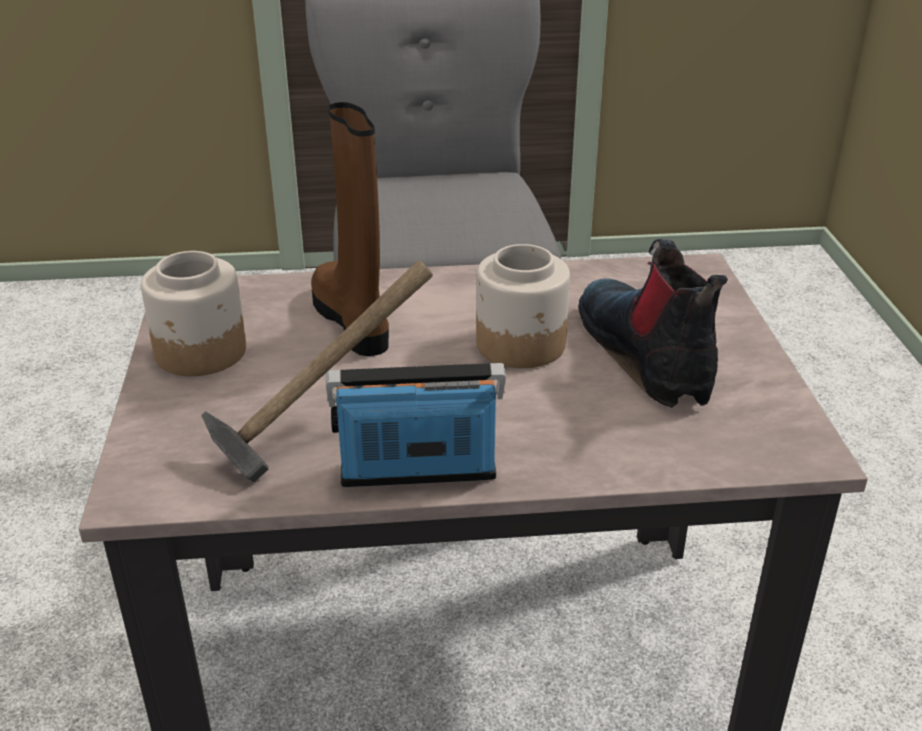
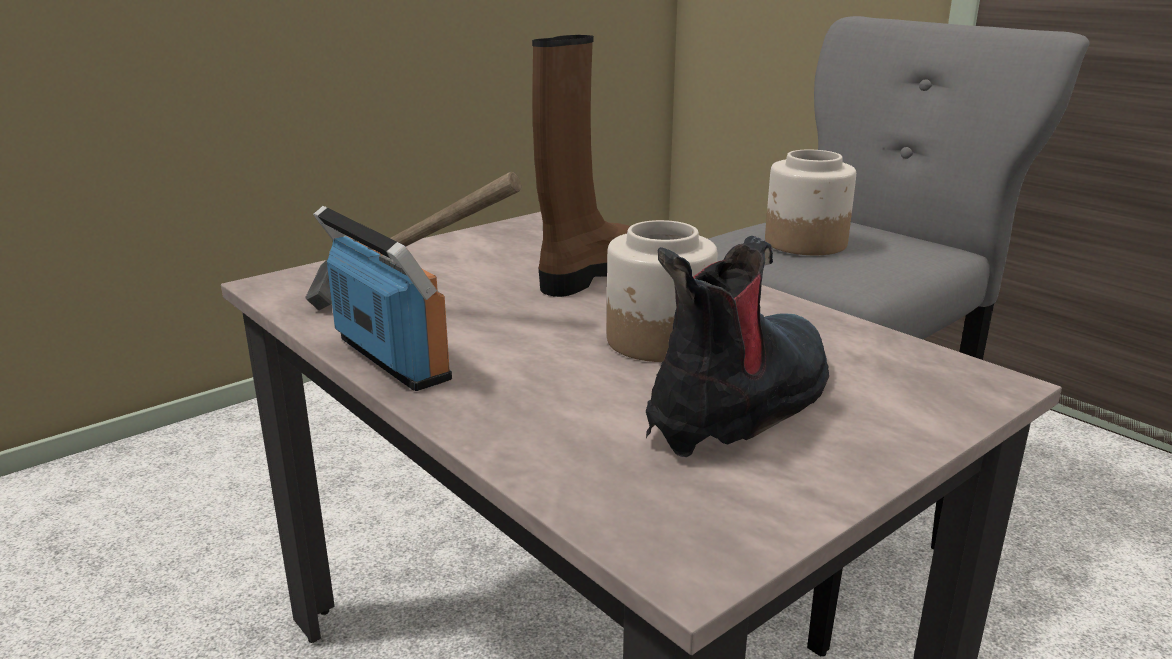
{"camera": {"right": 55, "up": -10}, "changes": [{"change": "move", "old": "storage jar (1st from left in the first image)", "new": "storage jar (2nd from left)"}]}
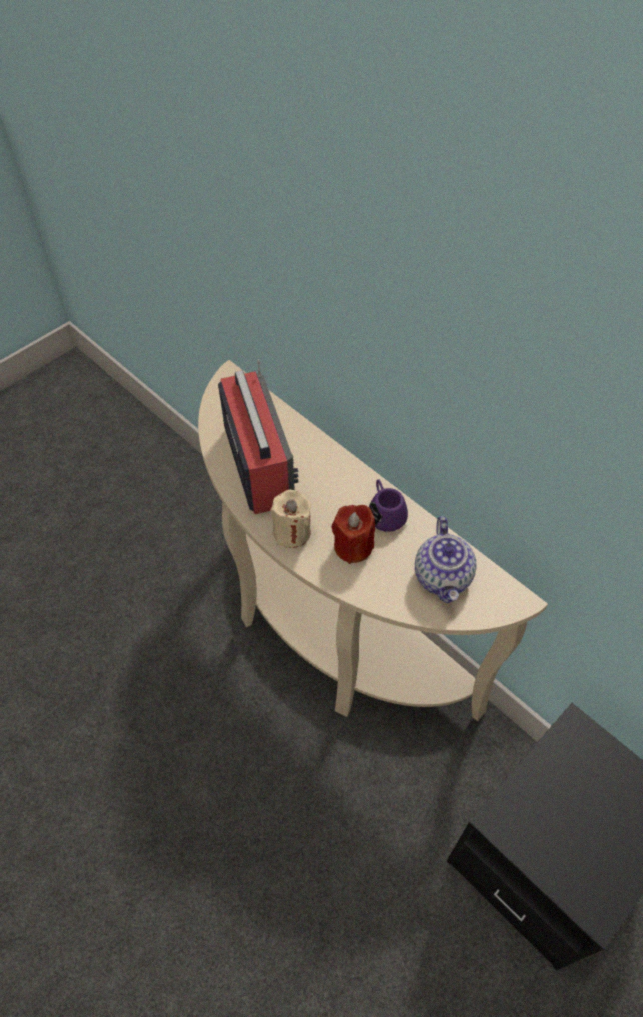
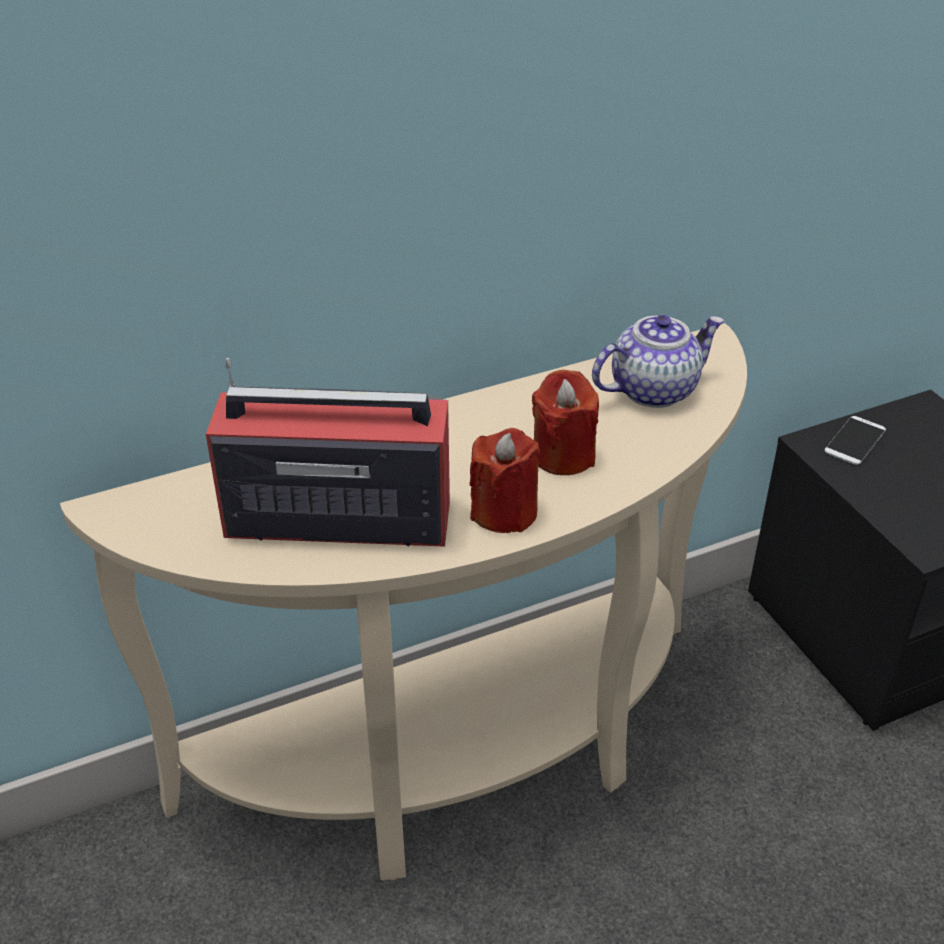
{"camera": {"right": -70, "up": -15}, "changes": [{"change": "delete", "old": "purple mug"}, {"change": "recolor", "old": "beige-coloured wax candle", "new": "red-coloured wax candle (1st from left)"}, {"change": "rotate", "old": "teapot", "degrees": -45}, {"change": "insert", "new": "handset"}]}
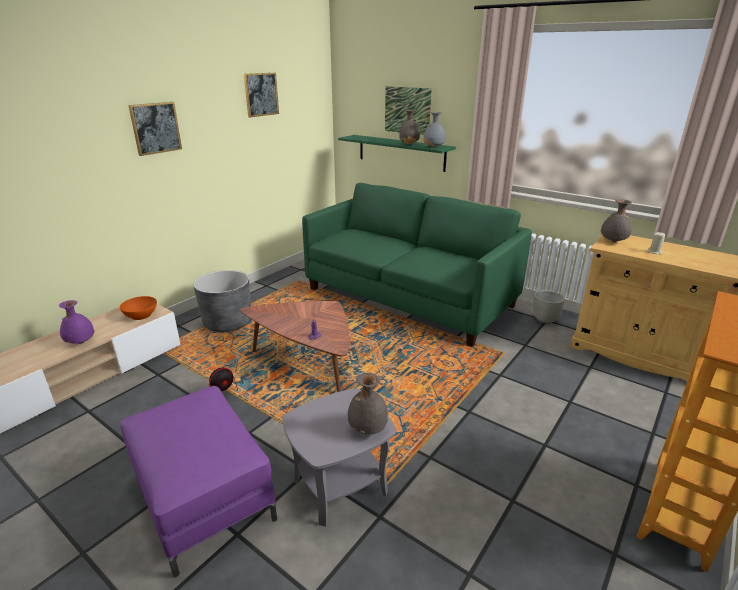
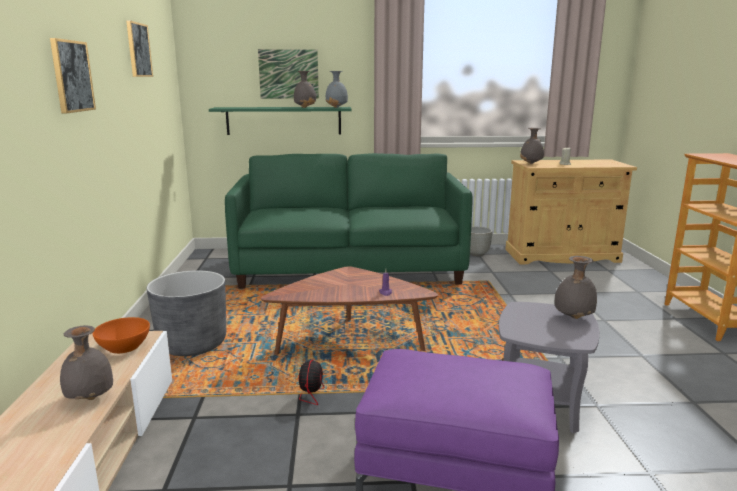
{"camera": {"right": -40, "up": -10}, "changes": [{"change": "recolor", "old": "purple decorative vase", "new": "grey decorative vase (1st from left)"}]}
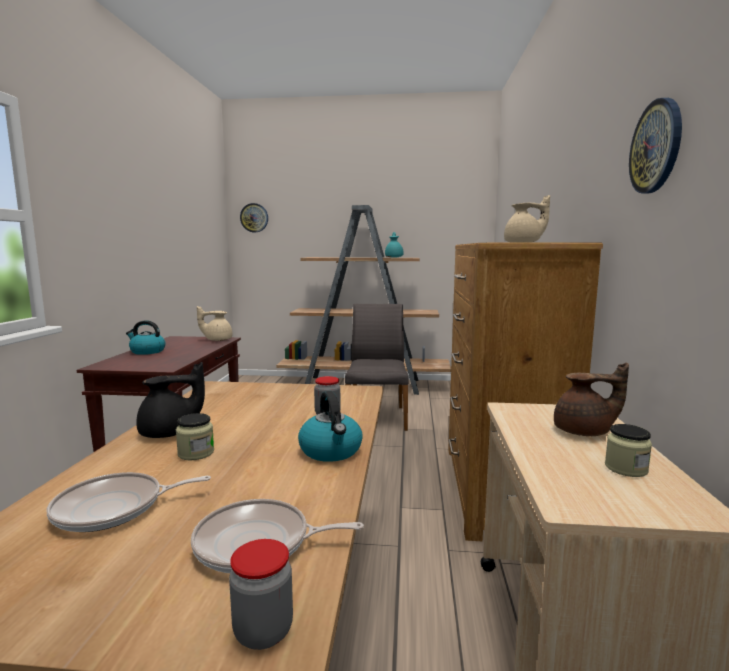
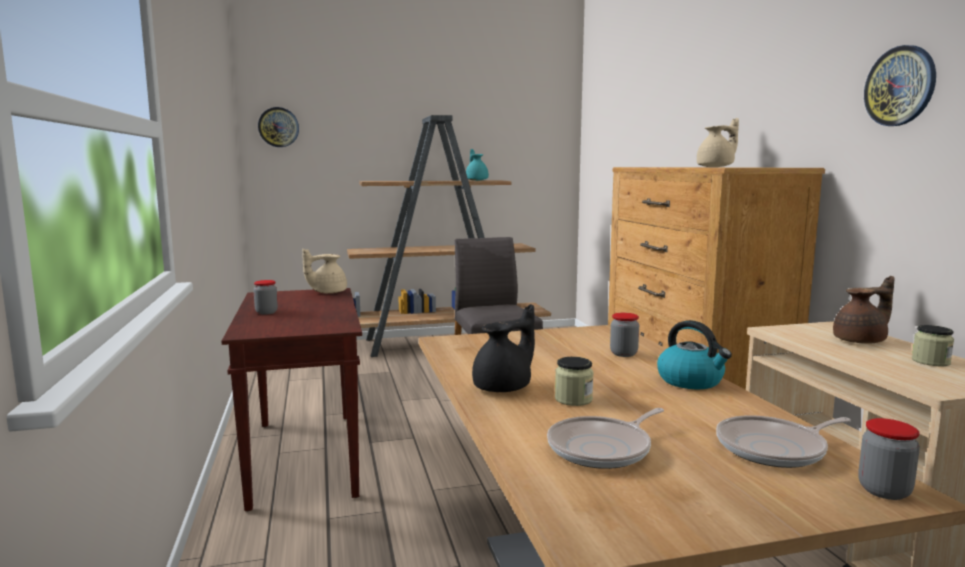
{"camera": {"right": -20, "up": 0}, "changes": [{"change": "replace", "old": "kettle (1st from left)", "new": "storage jar (1st from left)"}]}
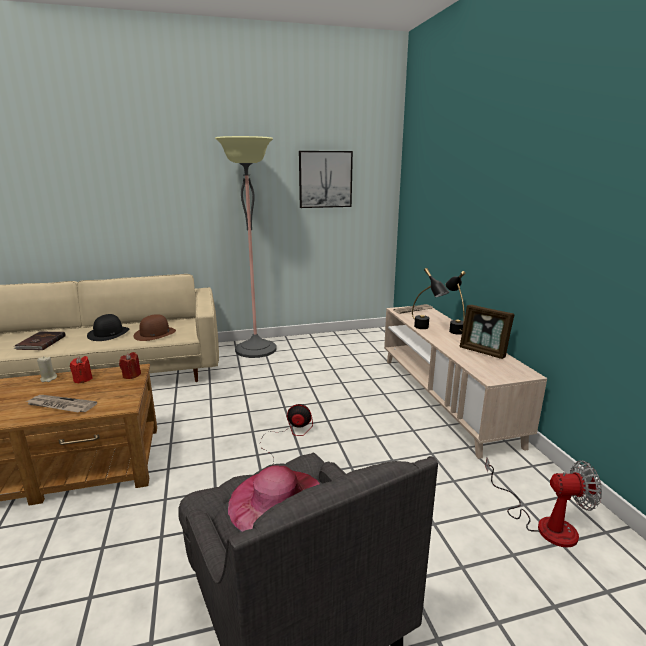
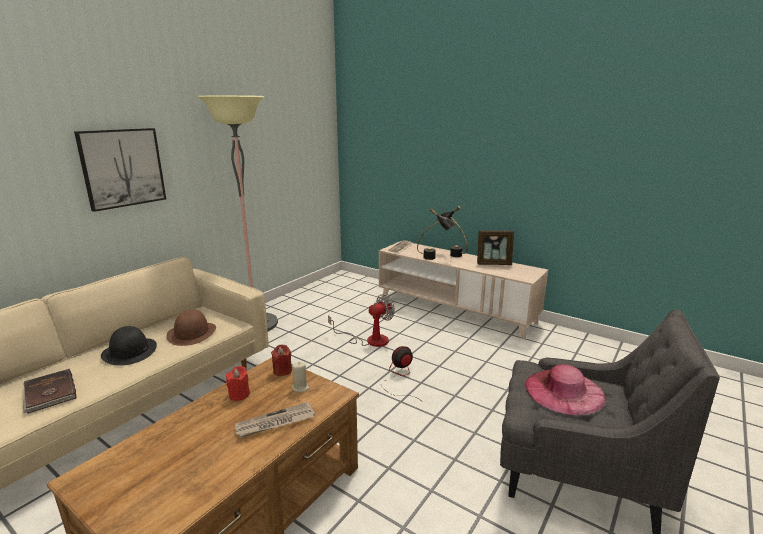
{"camera": {"right": -40, "up": 0}, "changes": [{"change": "move", "old": "picture"}, {"change": "move", "old": "beige-coloured wax candle"}, {"change": "move", "old": "electric fan (2nd from left in the first image)", "new": "electric fan (1st from left)"}]}
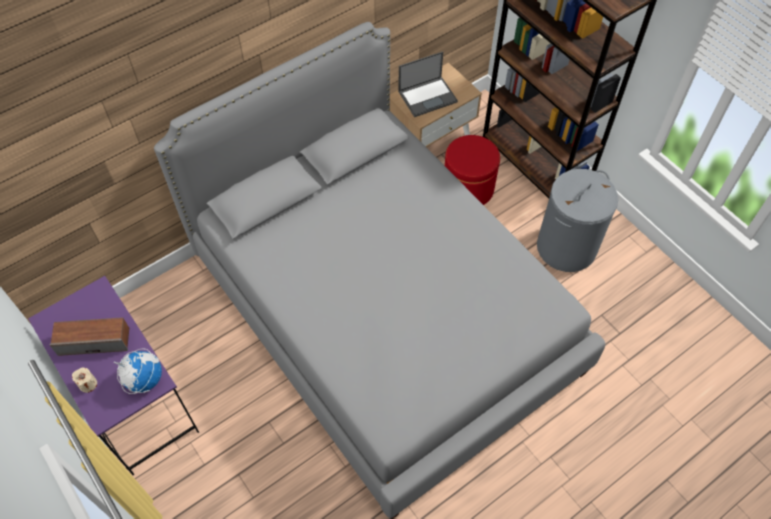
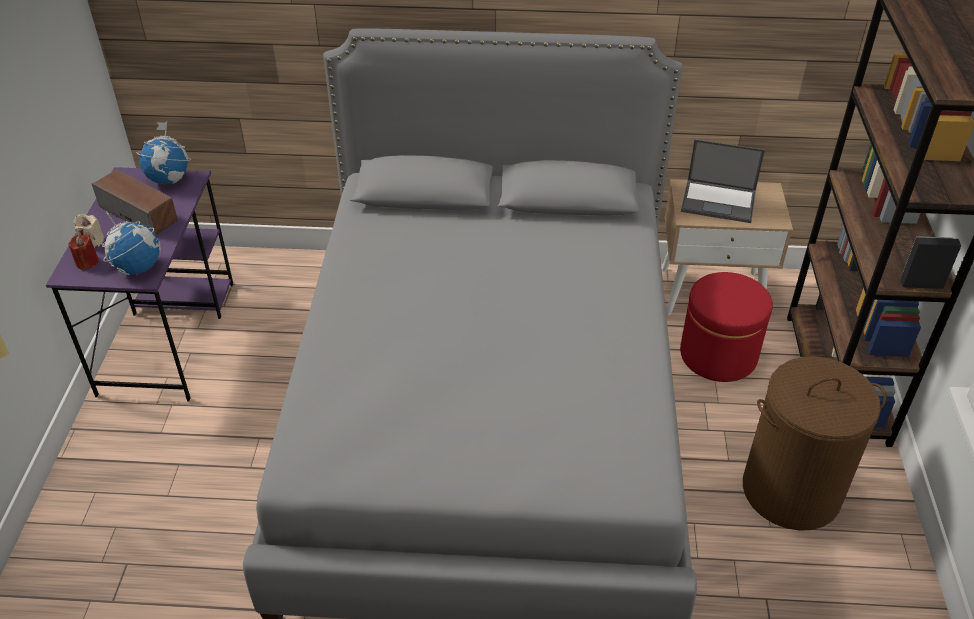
{"camera": {"right": 40, "up": -15}, "changes": [{"change": "recolor", "old": "grey laundry basket", "new": "brown laundry basket"}, {"change": "insert", "new": "globe (2nd from left)"}, {"change": "insert", "new": "red-coloured wax candle"}]}
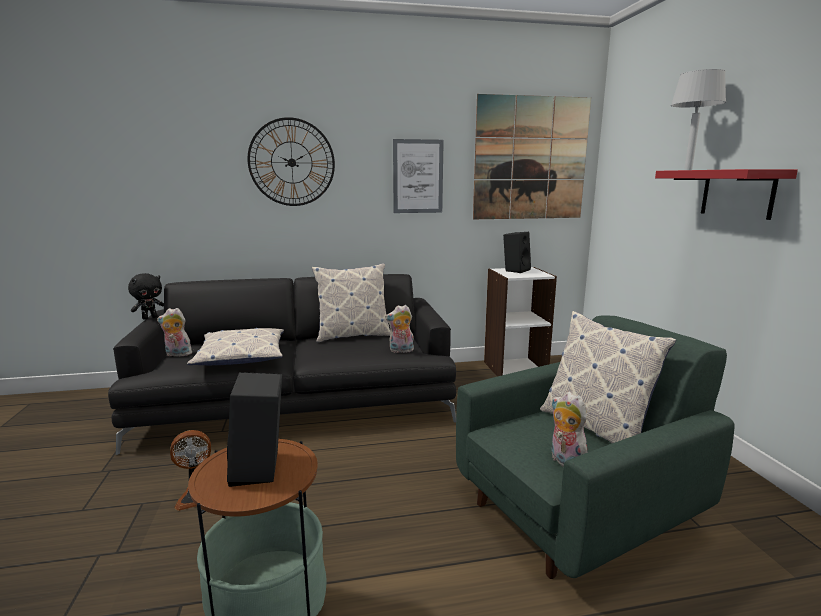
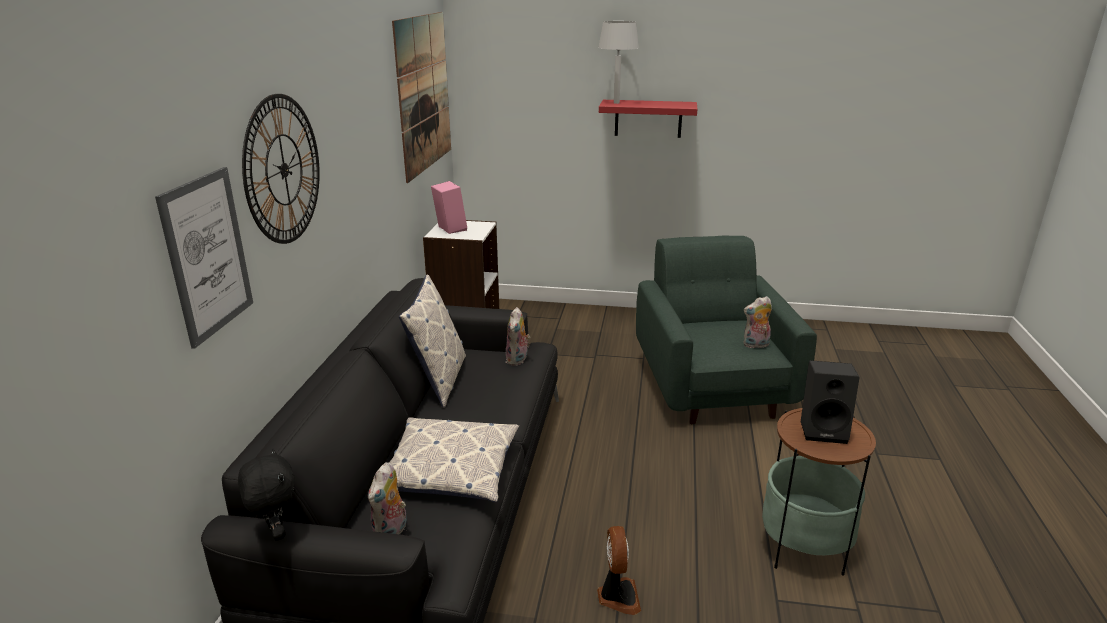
{"camera": {"right": -70, "up": 10}, "changes": [{"change": "move", "old": "picture (1st from left)"}, {"change": "recolor", "old": "black-coloured speaker (2nd from left)", "new": "pink speaker"}, {"change": "delete", "old": "throw pillow (3rd from left)"}]}
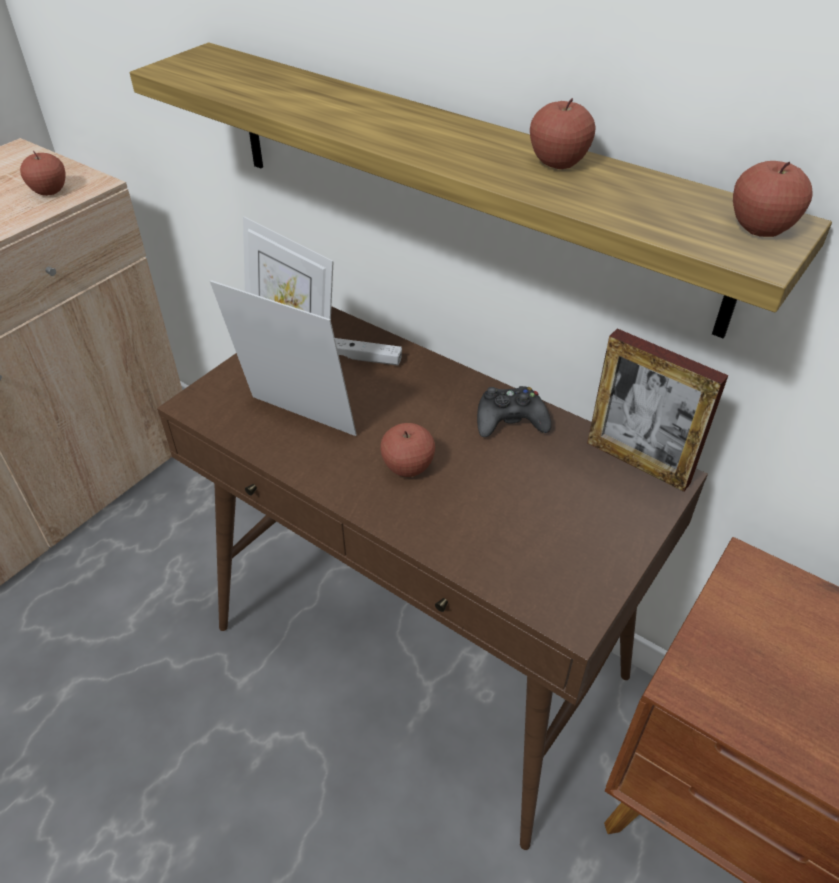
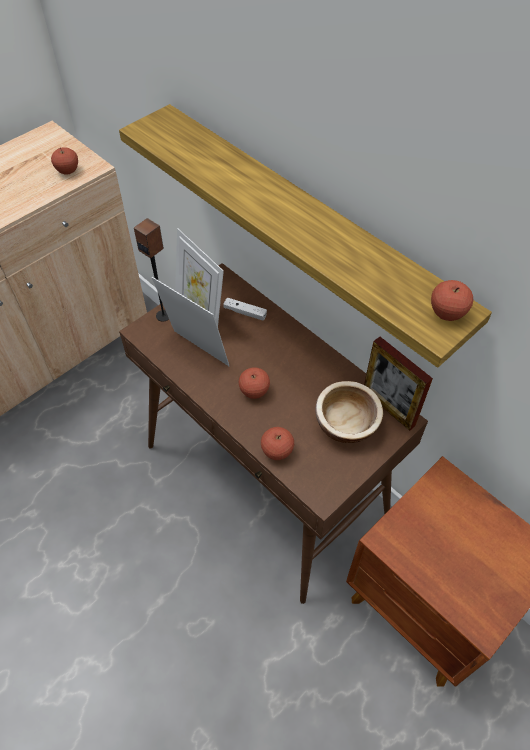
{"camera": {"right": 10, "up": 10}, "changes": [{"change": "move", "old": "apple fruit (3rd from left)"}, {"change": "delete", "old": "black-coloured joypad"}, {"change": "insert", "new": "speaker"}, {"change": "insert", "new": "bowl"}]}
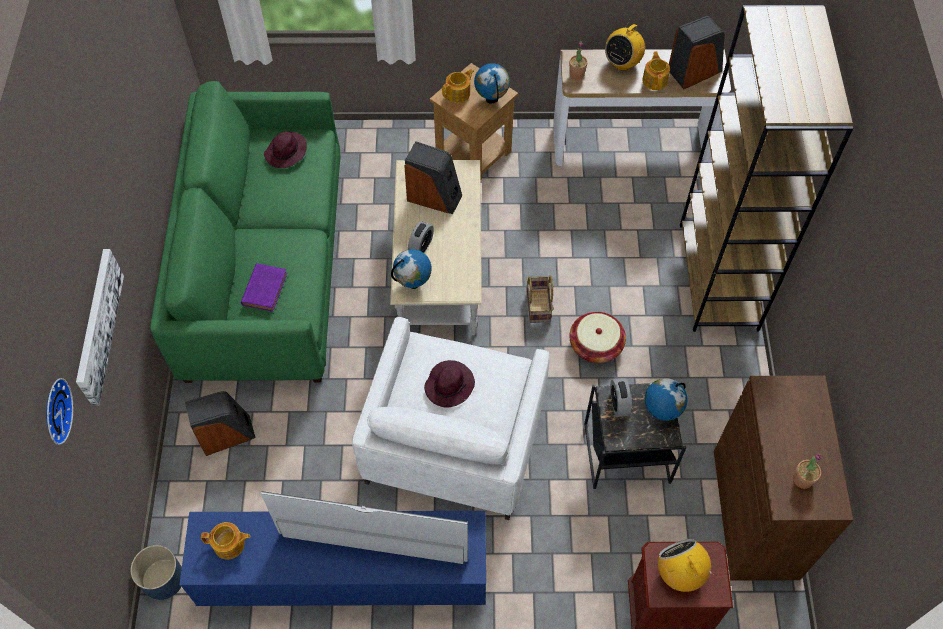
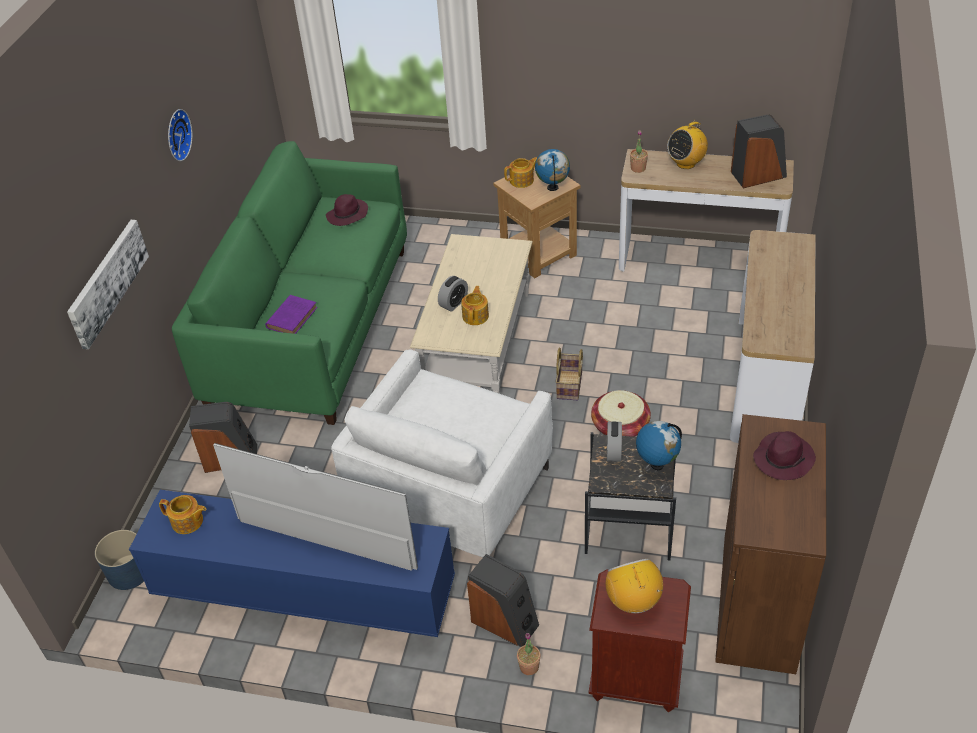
{"camera": {"right": 15, "up": -15}, "changes": [{"change": "replace", "old": "brown bookcase", "new": "console table (2nd from left)"}, {"change": "move", "old": "teapot (3rd from left in the first image)", "new": "teapot (2nd from left)"}, {"change": "move", "old": "speaker (2nd from left)"}, {"change": "delete", "old": "globe (1st from left)"}, {"change": "move", "old": "purple clothing hat (2nd from left)"}, {"change": "move", "old": "hanging clock"}, {"change": "move", "old": "potted plant (2nd from left in the first image)", "new": "potted plant (1st from left)"}]}
